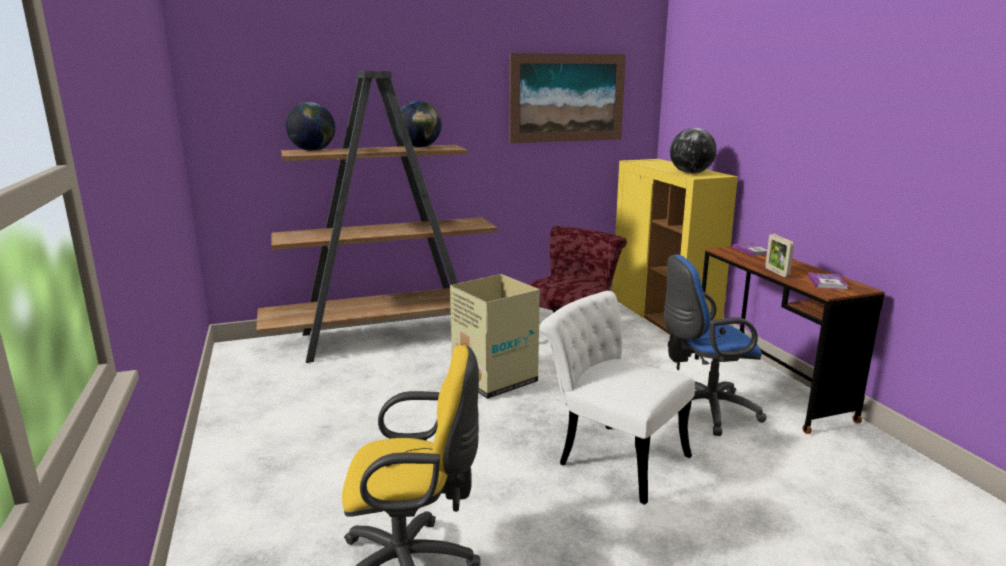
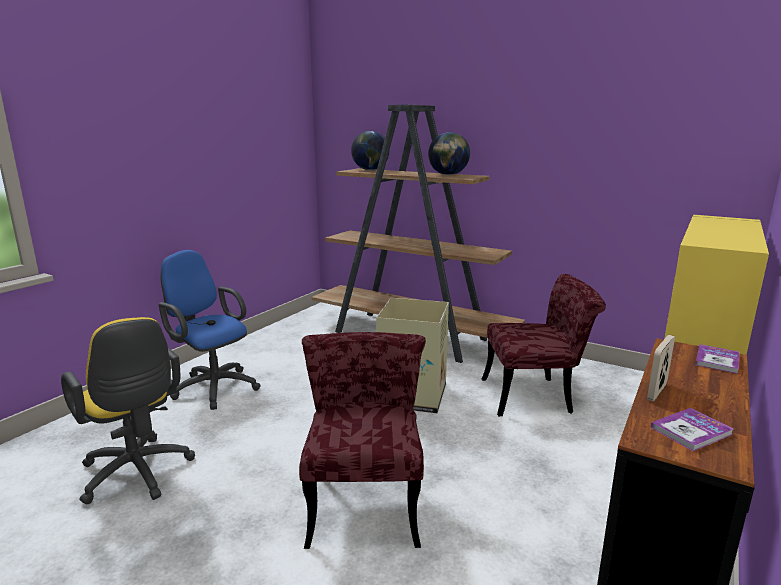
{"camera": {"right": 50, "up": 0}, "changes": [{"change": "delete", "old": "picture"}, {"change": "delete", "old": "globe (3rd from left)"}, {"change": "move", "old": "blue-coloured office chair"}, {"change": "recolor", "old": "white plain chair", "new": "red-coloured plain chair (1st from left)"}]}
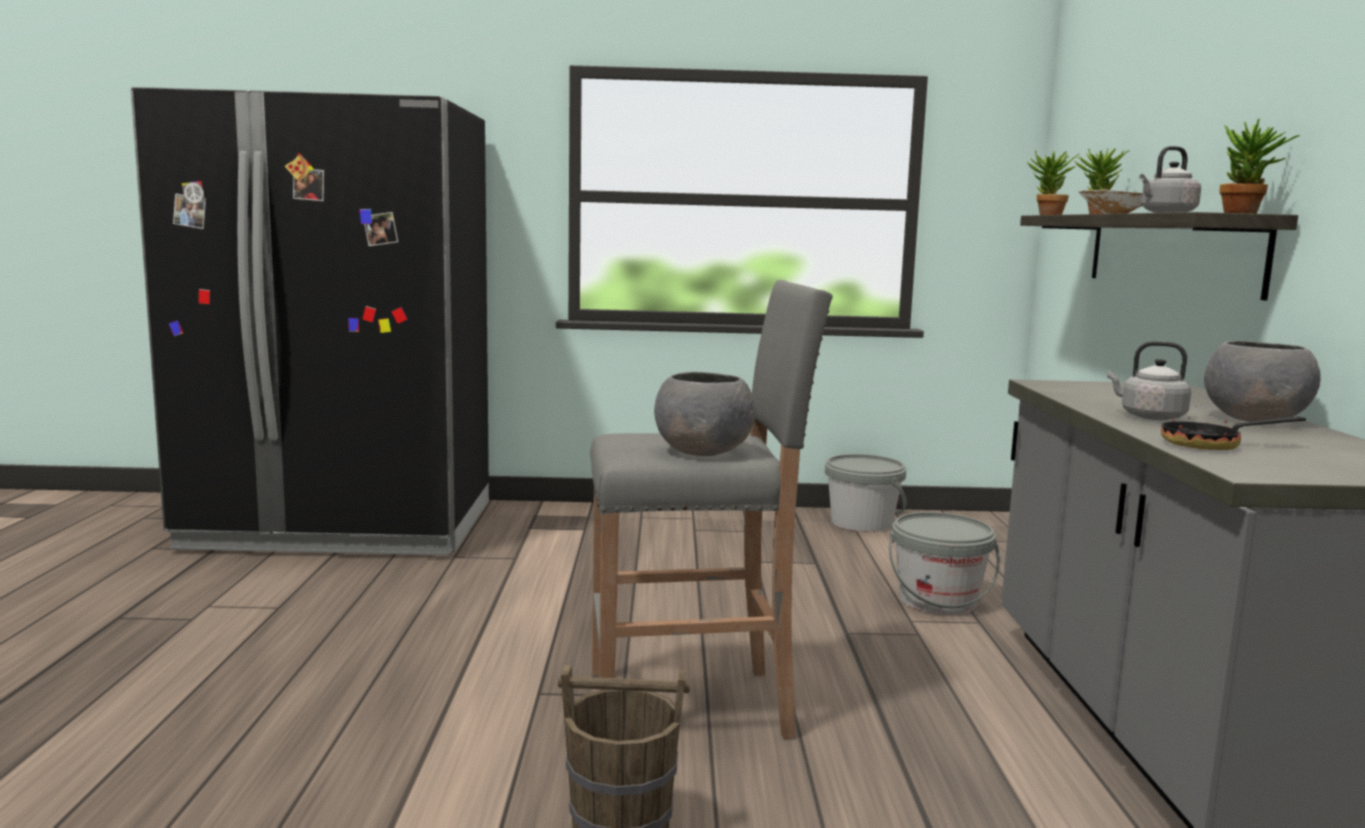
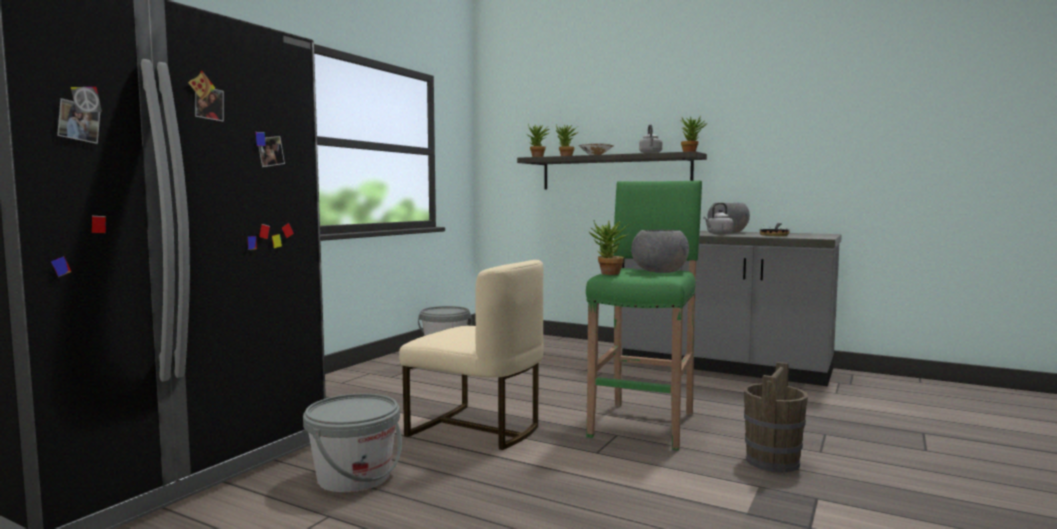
{"camera": {"right": -60, "up": -5}, "changes": [{"change": "recolor", "old": "grey stool seat", "new": "green-coloured stool seat"}, {"change": "move", "old": "grey pail (2nd from left in the first image)", "new": "grey pail (1st from left)"}, {"change": "insert", "new": "potted plant (3rd from left)"}, {"change": "insert", "new": "beige-coloured plain chair"}]}
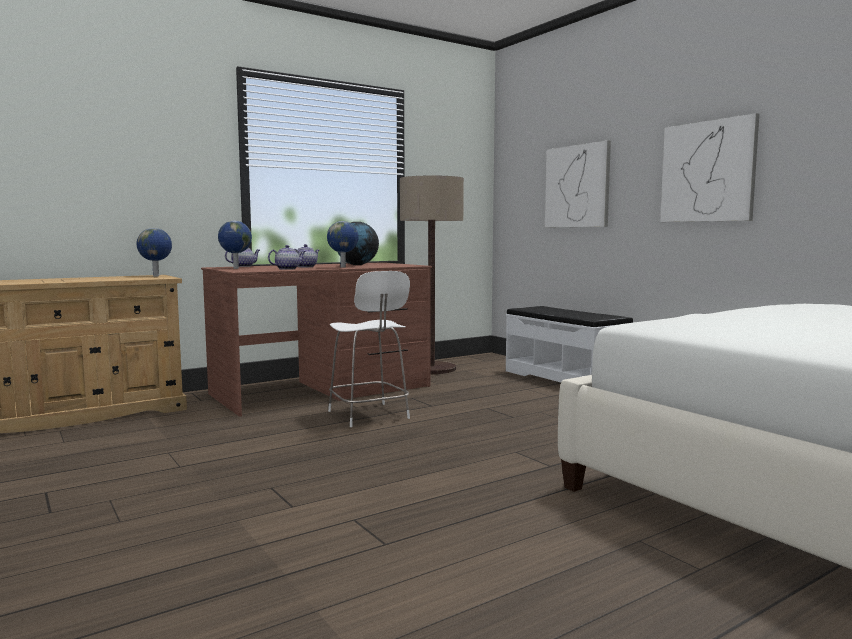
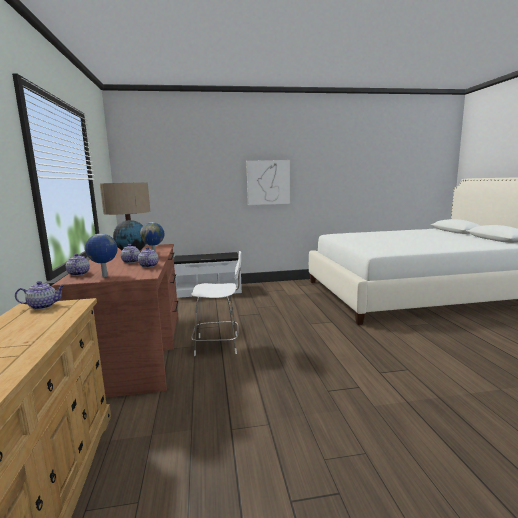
{"camera": {"right": -65, "up": 5}, "changes": [{"change": "delete", "old": "picture (1st from left)"}, {"change": "replace", "old": "globe (1st from left)", "new": "teapot (1st from left)"}]}
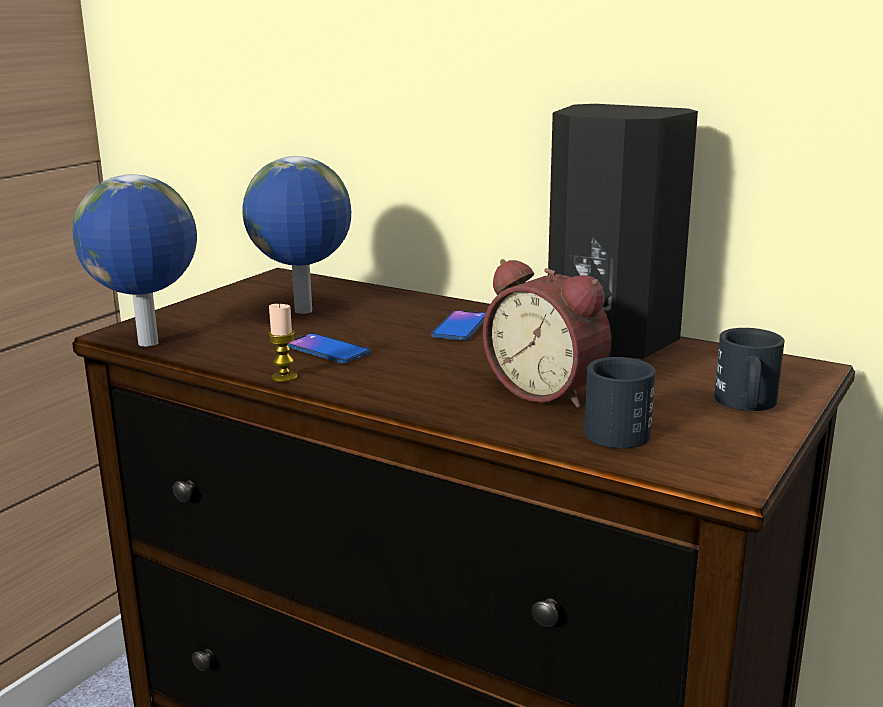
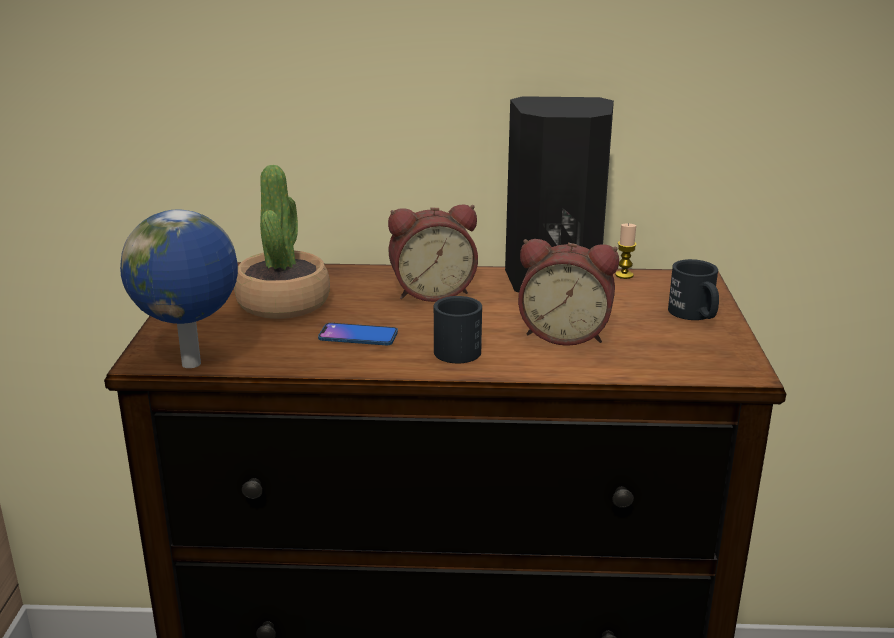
{"camera": {"right": -30, "up": 5}, "changes": [{"change": "replace", "old": "globe (2nd from left)", "new": "potted plant"}, {"change": "move", "old": "wax candle"}, {"change": "replace", "old": "handset (2nd from left)", "new": "table clock (1st from left)"}, {"change": "move", "old": "black-coloured mug (1st from left)"}]}
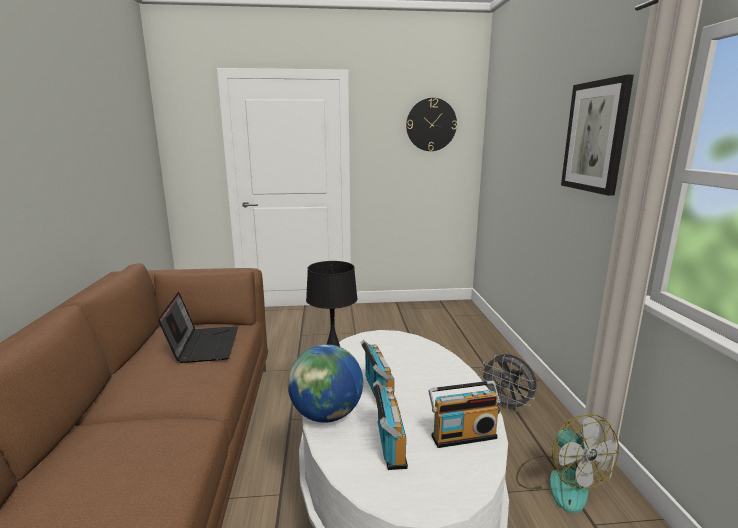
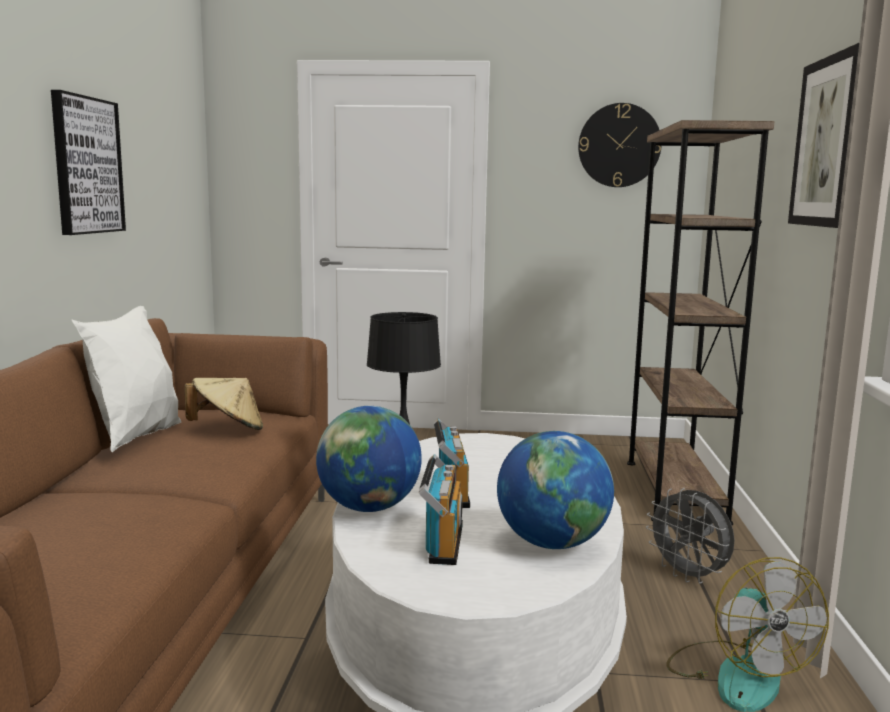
{"camera": {"right": 10, "up": -5}, "changes": [{"change": "replace", "old": "notebook computer", "new": "beige-coloured clothing hat"}, {"change": "replace", "old": "radio (3rd from left)", "new": "globe (2nd from left)"}, {"change": "insert", "new": "picture (1st from left)"}, {"change": "insert", "new": "brown bookcase"}, {"change": "insert", "new": "white throw pillow"}]}
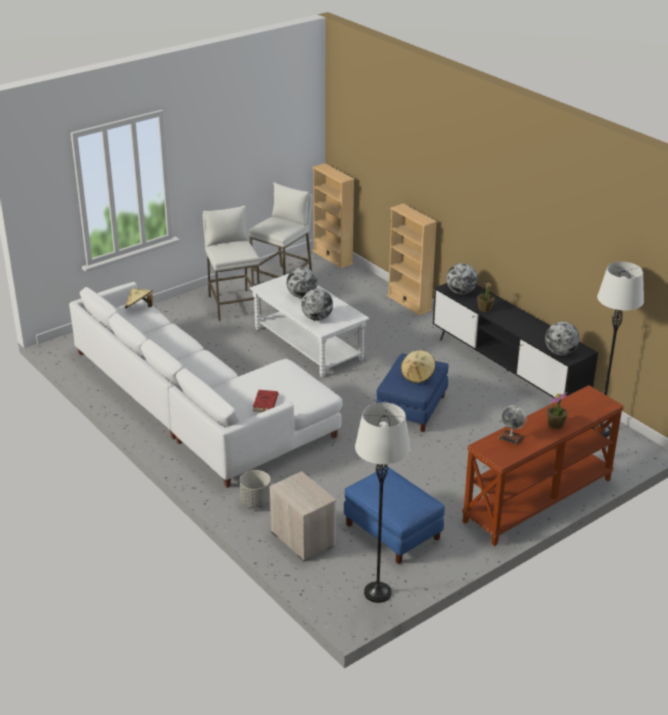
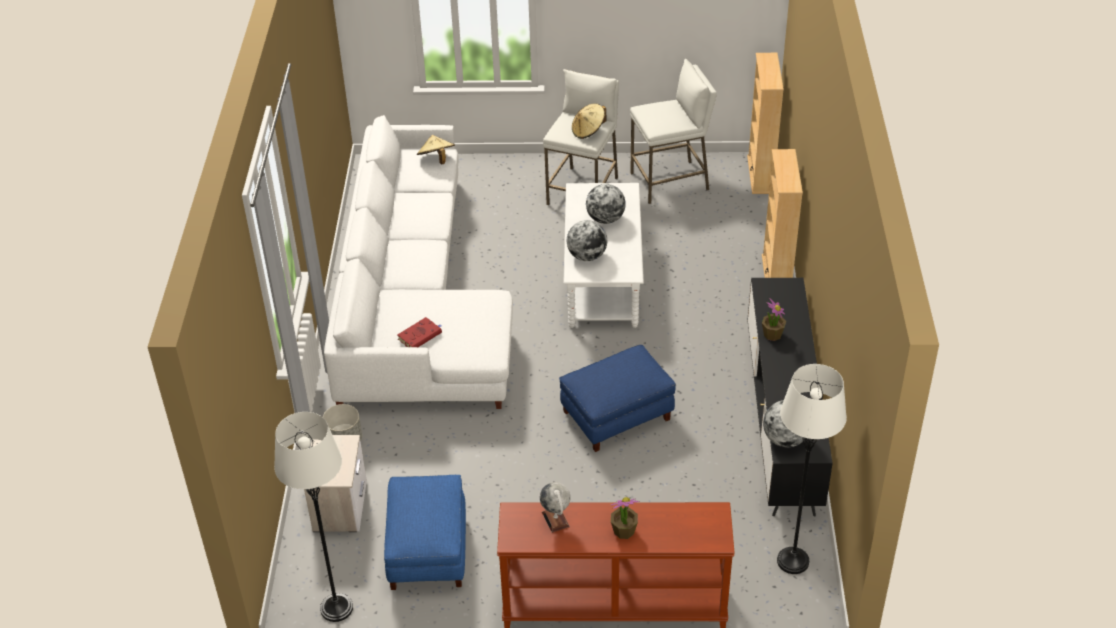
{"camera": {"right": 40, "up": 10}, "changes": [{"change": "delete", "old": "globe (3rd from left)"}, {"change": "move", "old": "beige-coloured clothing hat (2nd from left)"}]}
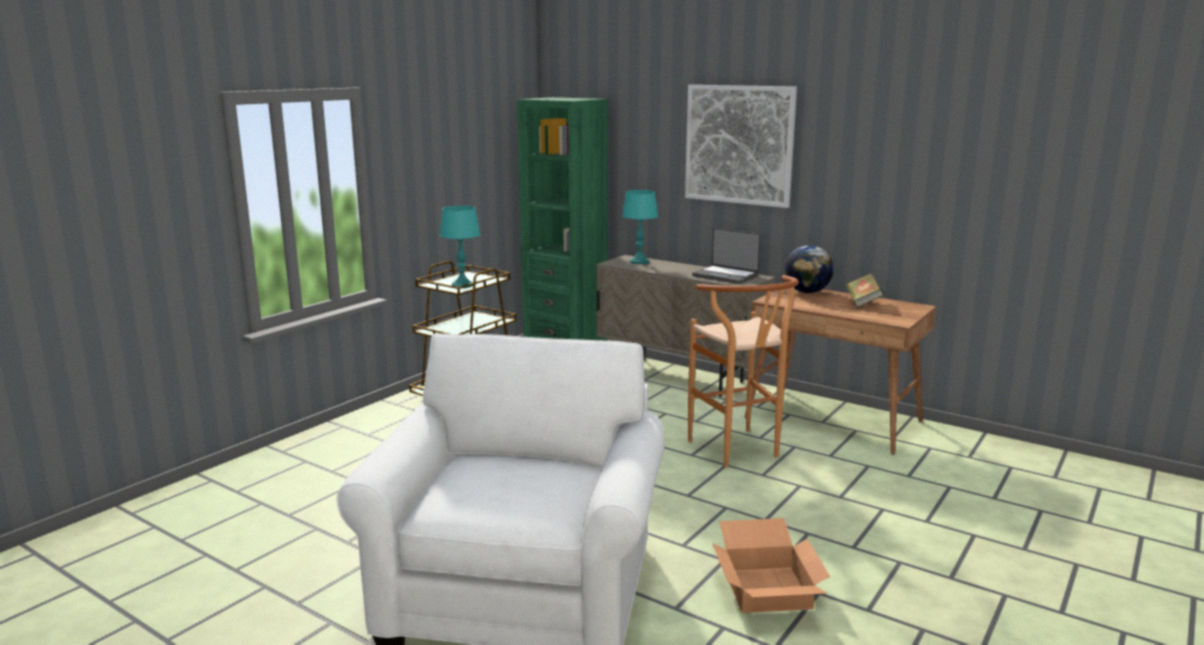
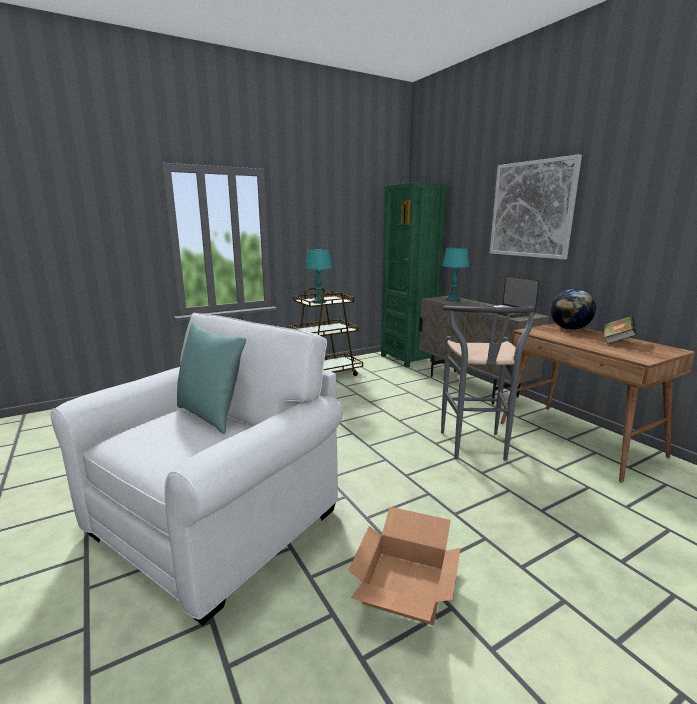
{"camera": {"right": 25, "up": 0}, "changes": [{"change": "recolor", "old": "brown stool seat", "new": "grey stool seat"}, {"change": "insert", "new": "turquoise throw pillow"}]}
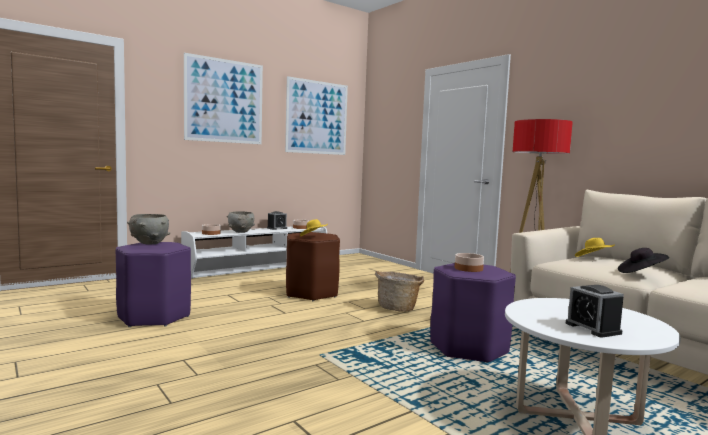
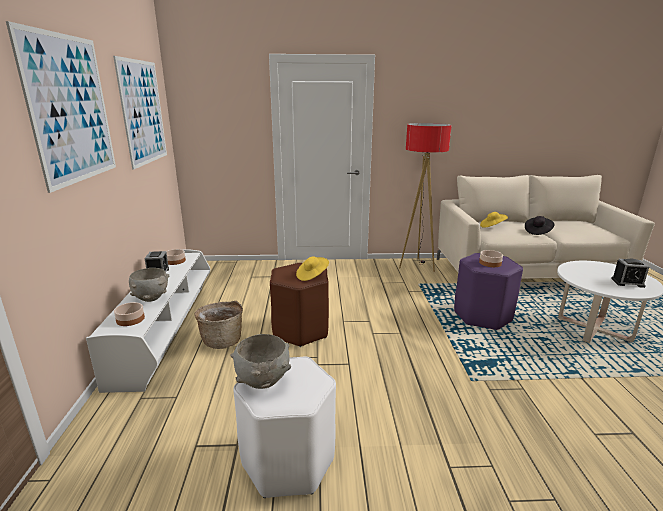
{"camera": {"right": -55, "up": 15}, "changes": [{"change": "recolor", "old": "purple stool seat (1st from left)", "new": "white stool seat"}, {"change": "move", "old": "storage basket"}]}
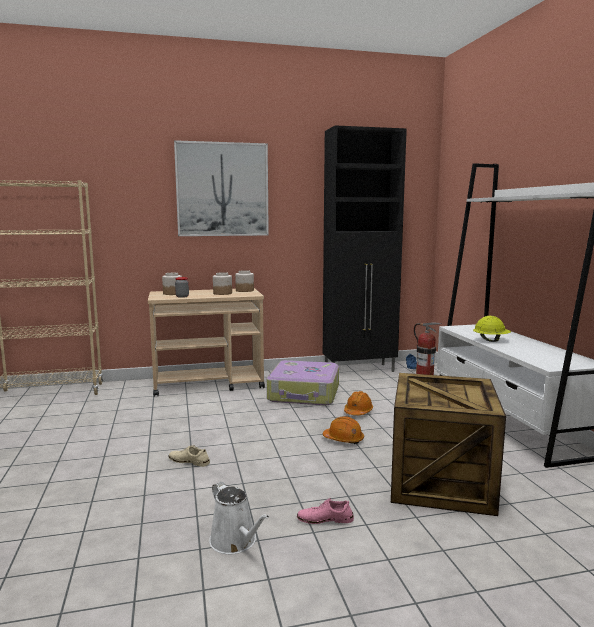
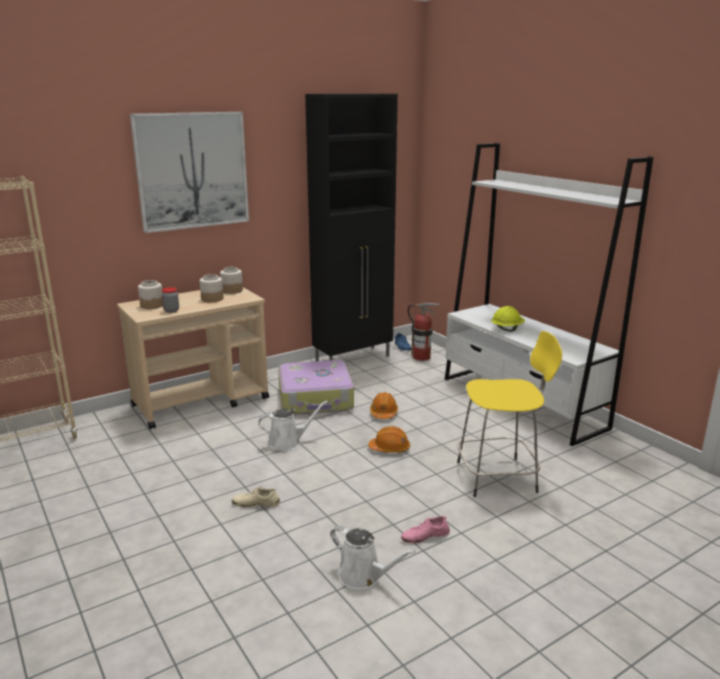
{"camera": {"right": -20, "up": 10}, "changes": [{"change": "replace", "old": "crate", "new": "yellow-coloured stool seat"}, {"change": "insert", "new": "white sprinkling can (1st from left)"}]}
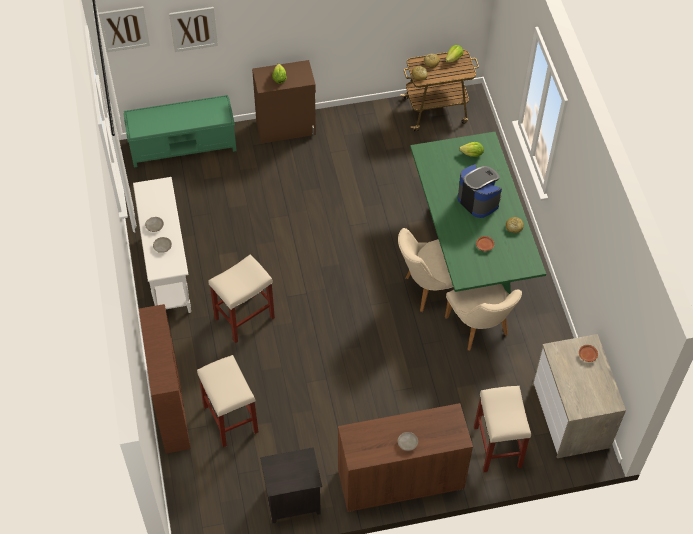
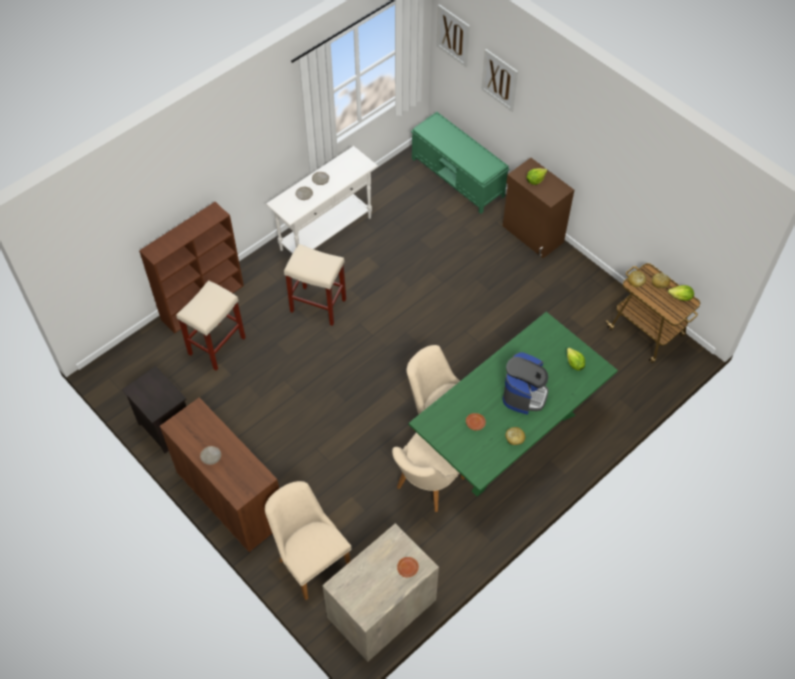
{"camera": {"right": 60, "up": 0}, "changes": [{"change": "replace", "old": "beige-coloured stool seat (3rd from left)", "new": "beige-coloured plain chair (1st from left)"}]}
